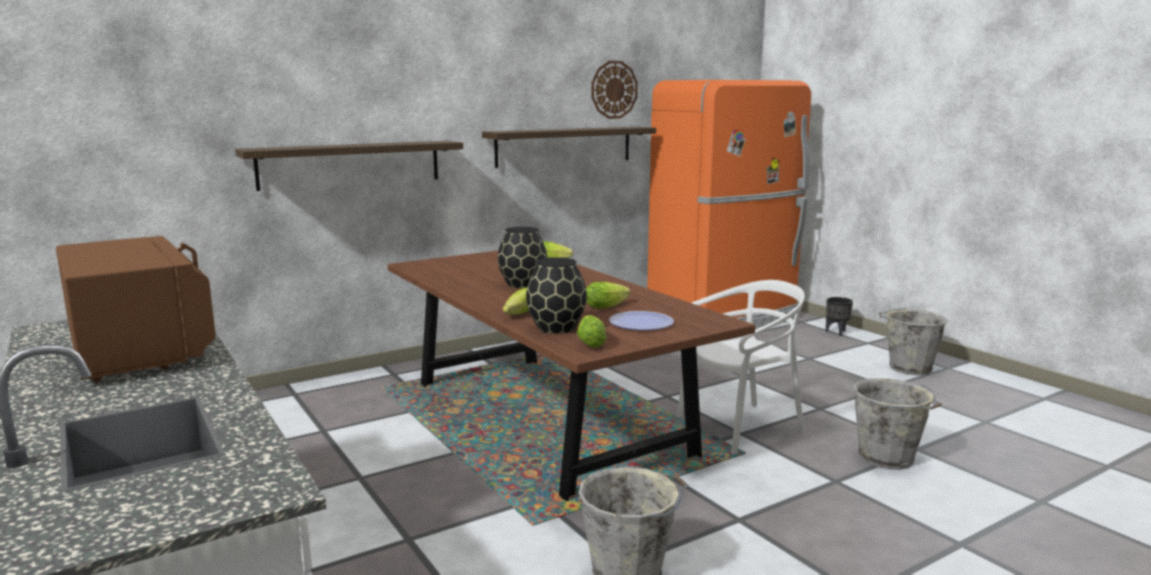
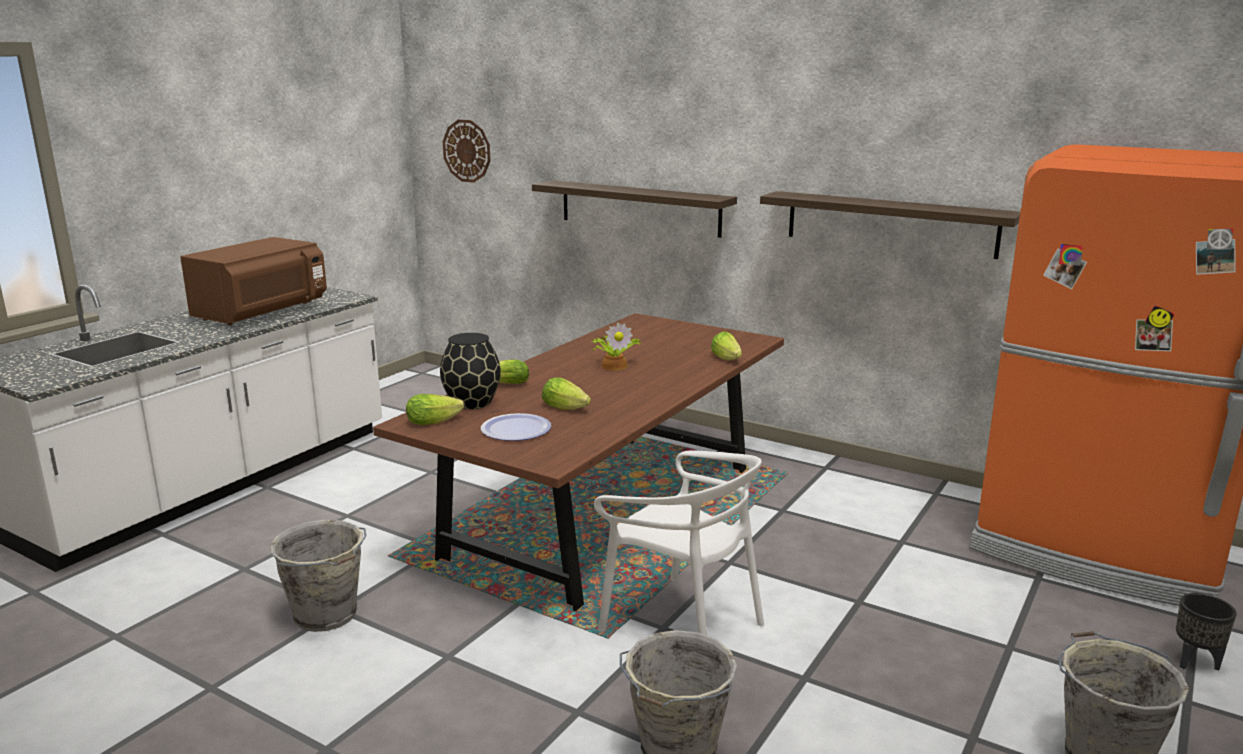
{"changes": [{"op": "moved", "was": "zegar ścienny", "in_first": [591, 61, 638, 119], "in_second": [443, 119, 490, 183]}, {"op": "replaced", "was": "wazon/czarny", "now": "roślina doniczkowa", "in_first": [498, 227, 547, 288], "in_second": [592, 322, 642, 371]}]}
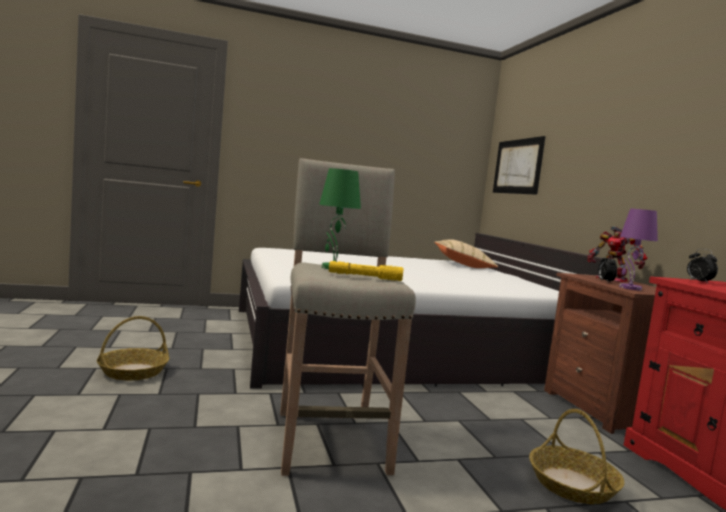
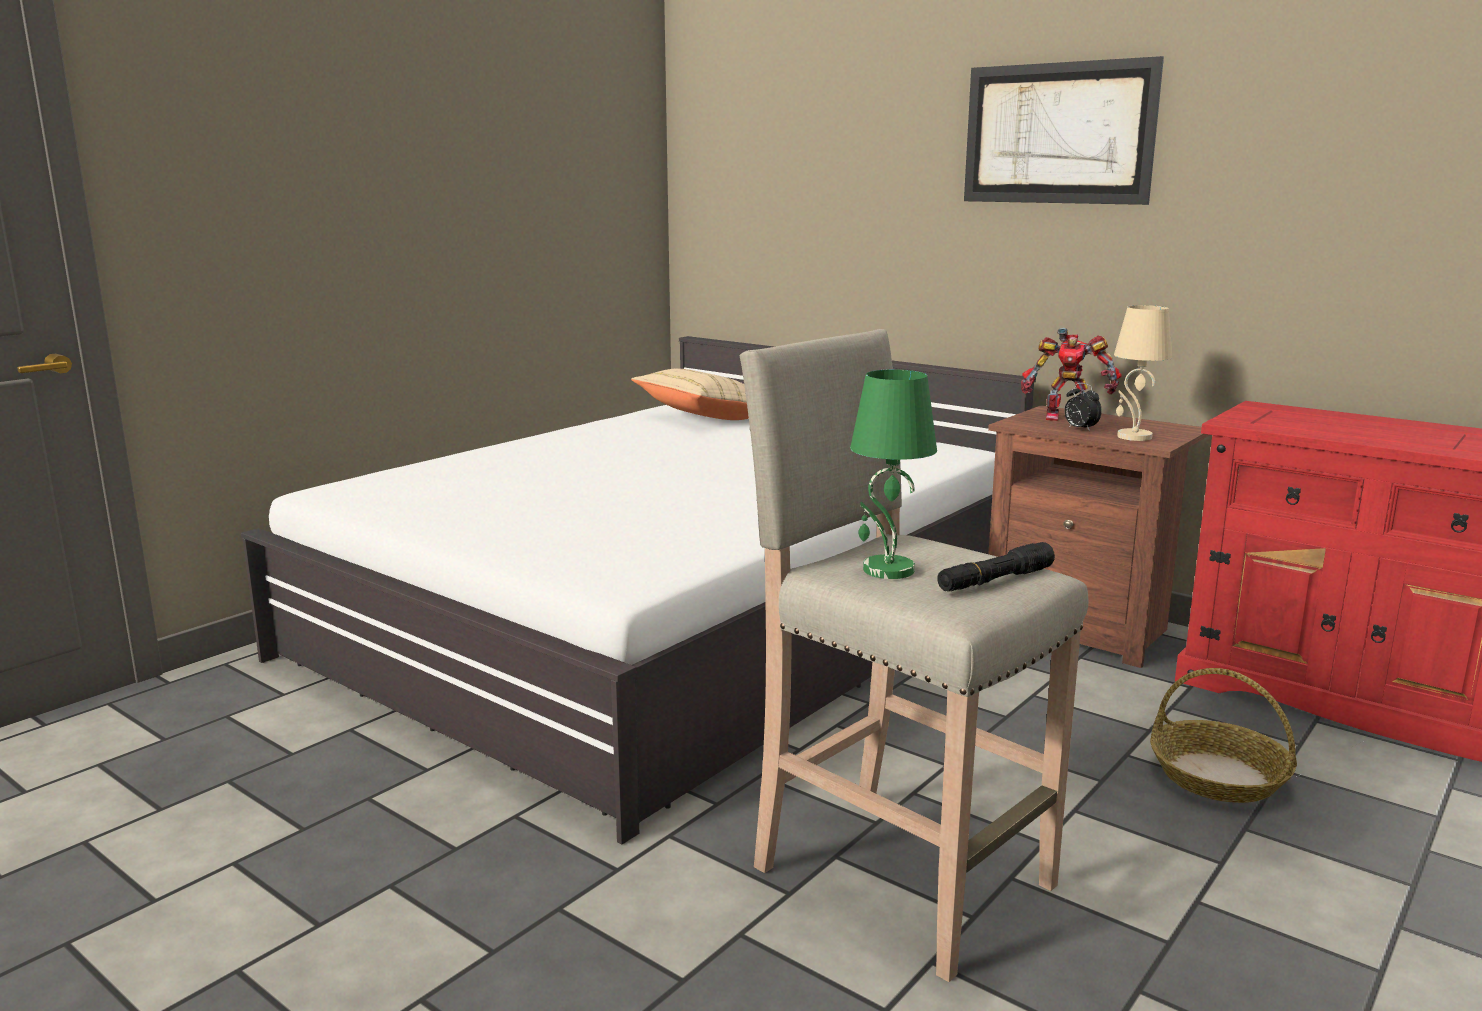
{"changes": [{"op": "moved", "was": "obraz", "in_first": [493, 136, 546, 195], "in_second": [964, 56, 1164, 205]}, {"op": "recoloured", "was": "lampa stołowa/fioletowy", "now": "lampa stołowa/beżowy", "in_first": [619, 209, 658, 290], "in_second": [1114, 305, 1173, 441]}, {"op": "removed", "was": "budzik", "in_first": [687, 249, 718, 283]}, {"op": "recoloured", "was": "latarka/żółty", "now": "latarka/czarny", "in_first": [329, 261, 403, 281], "in_second": [937, 542, 1055, 591]}, {"op": "removed", "was": "koszyk", "in_first": [97, 316, 169, 380]}]}
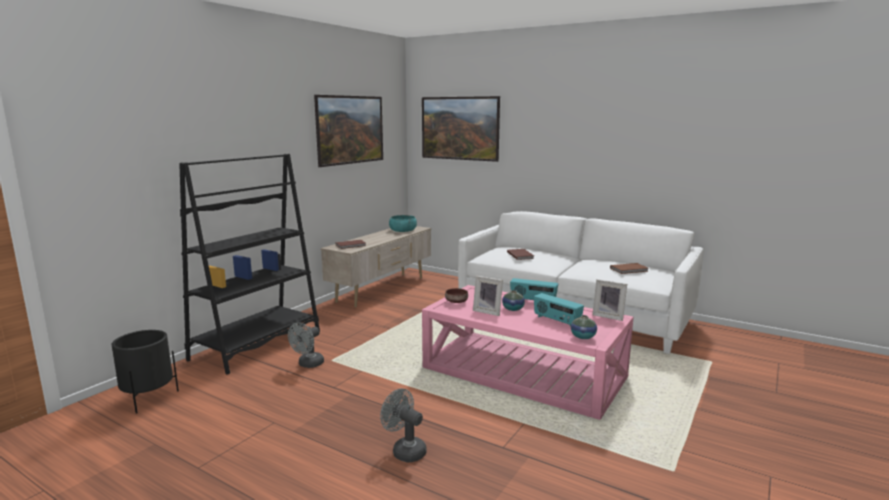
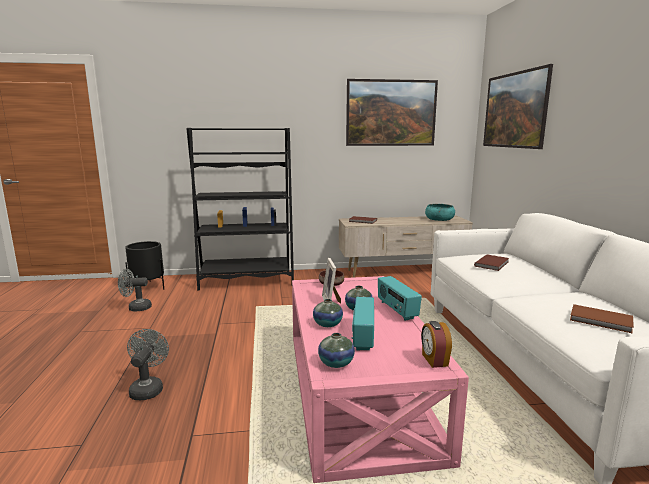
{"changes": [{"op": "replaced", "was": "ramka na zdjęcie", "now": "budzik", "in_first": [592, 279, 627, 321], "in_second": [421, 321, 452, 368]}, {"op": "moved", "was": "wentylator/szary", "in_first": [288, 322, 324, 368], "in_second": [118, 269, 152, 311]}, {"op": "added", "now": "wazon", "in_second": [313, 299, 343, 327]}]}
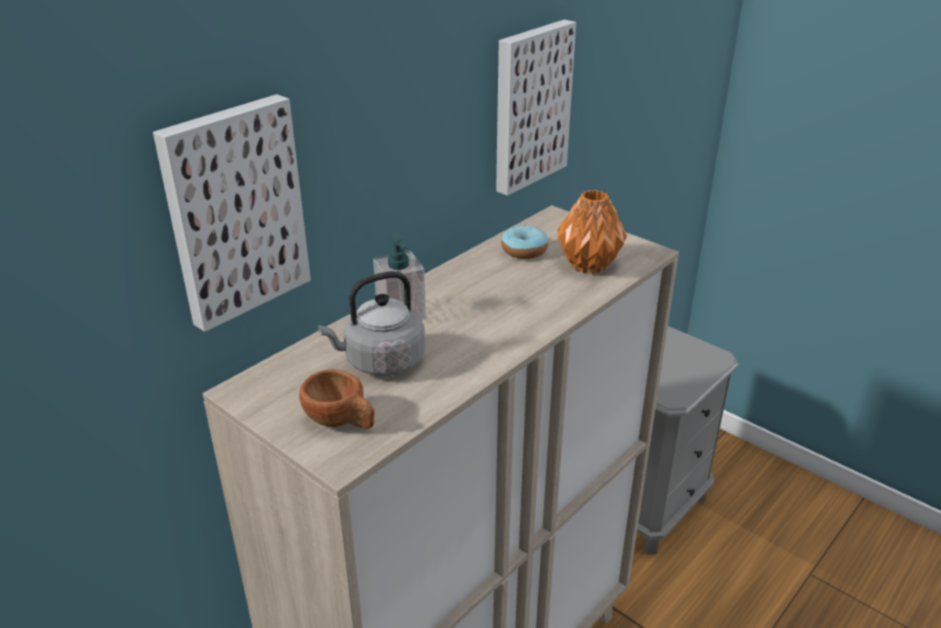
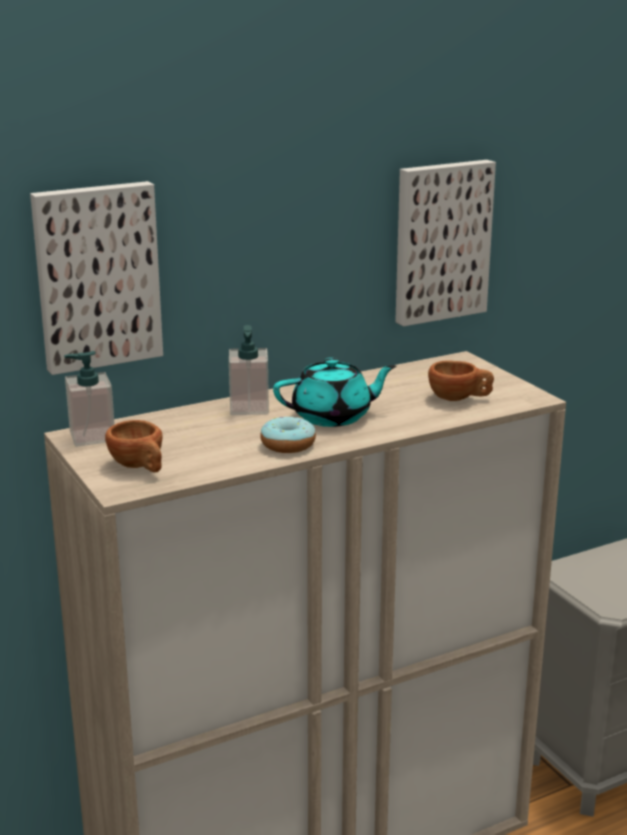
{"changes": [{"op": "replaced", "was": "wazon/pomarańczowy", "now": "filiżanka/brązowy", "in_first": [557, 190, 627, 274], "in_second": [428, 360, 494, 401]}, {"op": "moved", "was": "donut", "in_first": [501, 225, 548, 259], "in_second": [260, 417, 316, 453]}, {"op": "removed", "was": "czajnik/szary", "in_first": [318, 271, 425, 376]}, {"op": "added", "now": "dozownik mydła", "in_second": [64, 351, 115, 447]}, {"op": "added", "now": "imbryk/turkusowy", "in_second": [273, 358, 396, 427]}]}
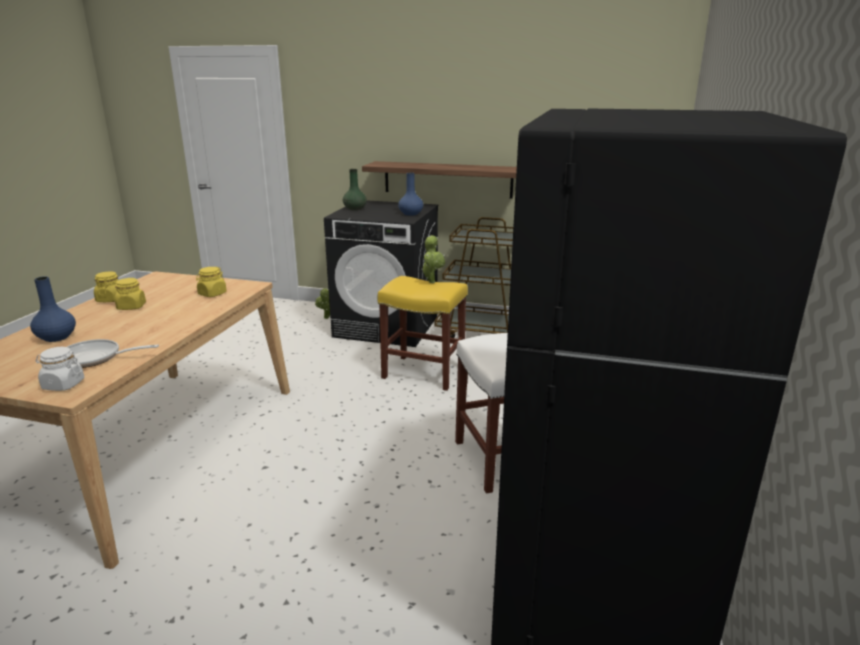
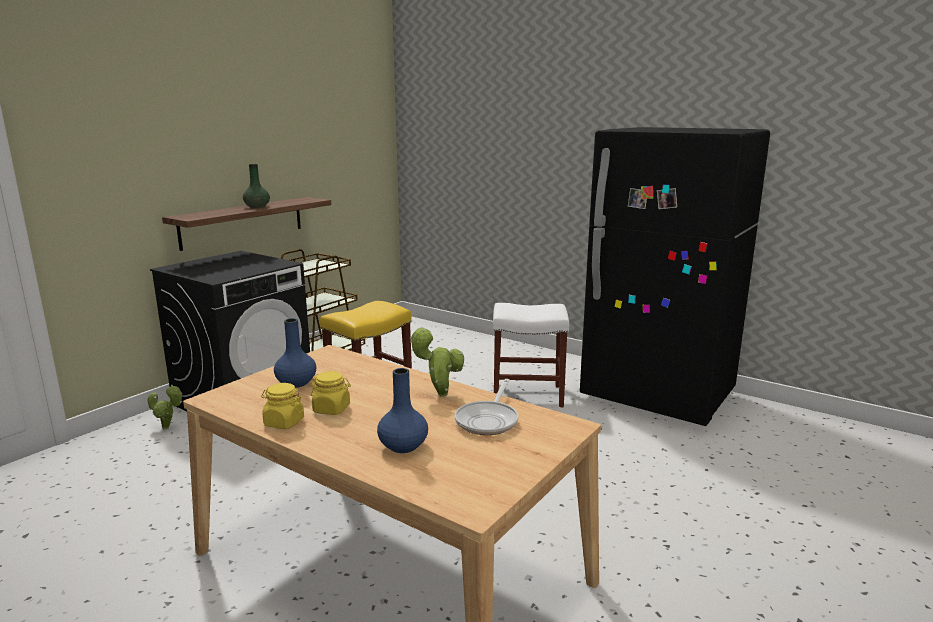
{"changes": [{"op": "moved", "was": "wazon/zielony", "in_first": [343, 169, 367, 210], "in_second": [243, 164, 270, 208]}, {"op": "moved", "was": "wazon/niebieski", "in_first": [398, 172, 423, 216], "in_second": [274, 318, 317, 388]}, {"op": "moved", "was": "roślina doniczkowa", "in_first": [421, 235, 445, 283], "in_second": [410, 327, 464, 397]}, {"op": "removed", "was": "słoik/żółty", "in_first": [196, 267, 227, 297]}, {"op": "removed", "was": "słoik/biały", "in_first": [36, 347, 85, 391]}]}
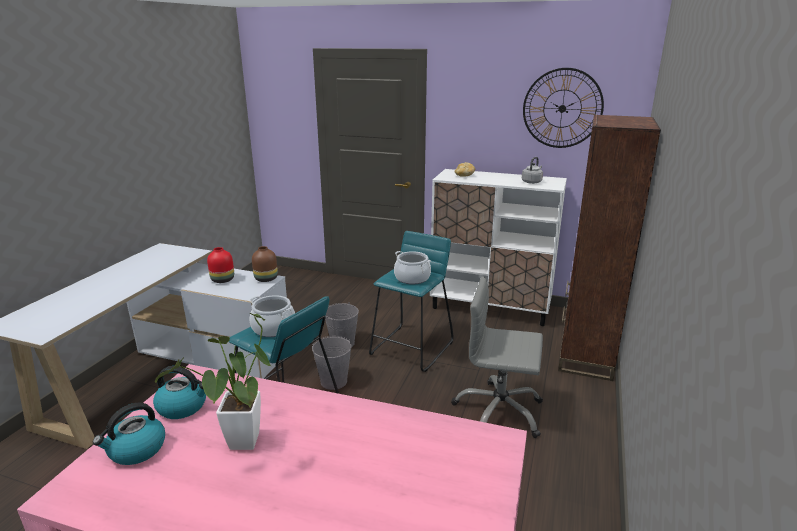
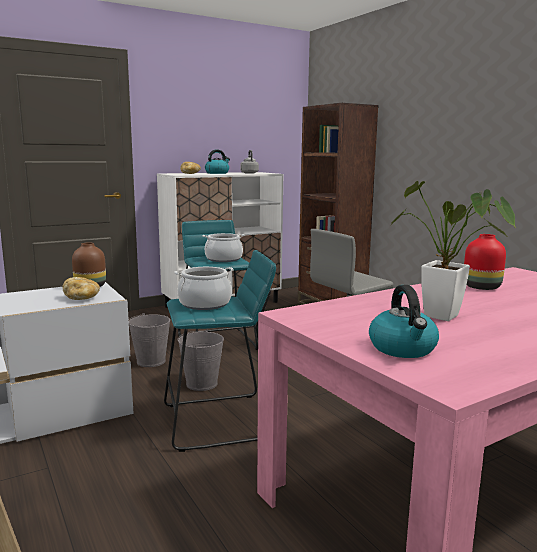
{"changes": [{"op": "removed", "was": "zegar ścienny", "in_first": [523, 68, 604, 148]}, {"op": "moved", "was": "wazon/czerwony", "in_first": [207, 247, 234, 283], "in_second": [464, 234, 506, 290]}, {"op": "moved", "was": "czajnik", "in_first": [153, 366, 206, 419], "in_second": [205, 150, 230, 174]}, {"op": "added", "now": "chleb", "in_second": [62, 277, 100, 300]}]}
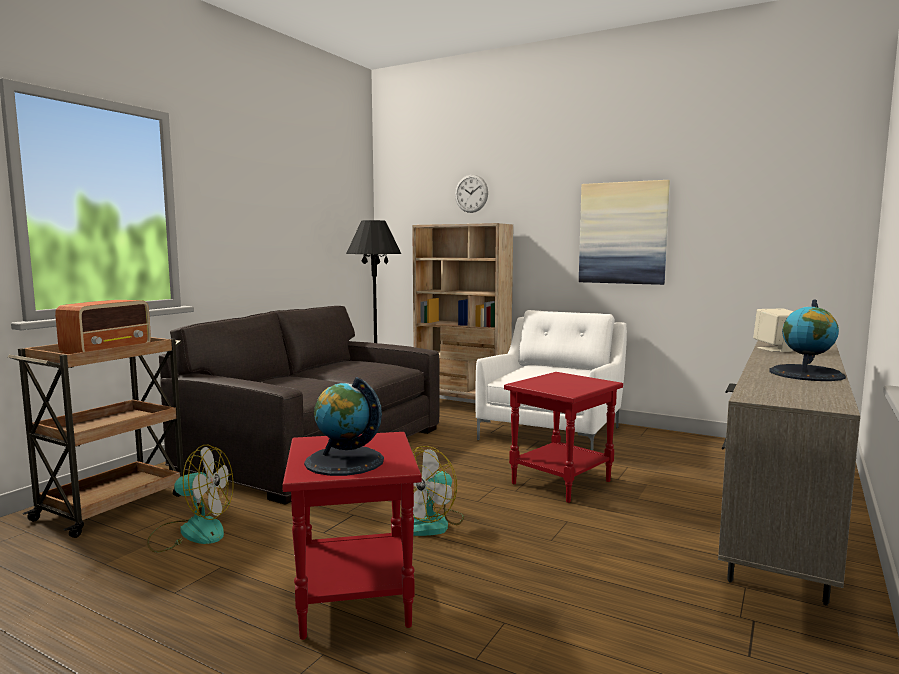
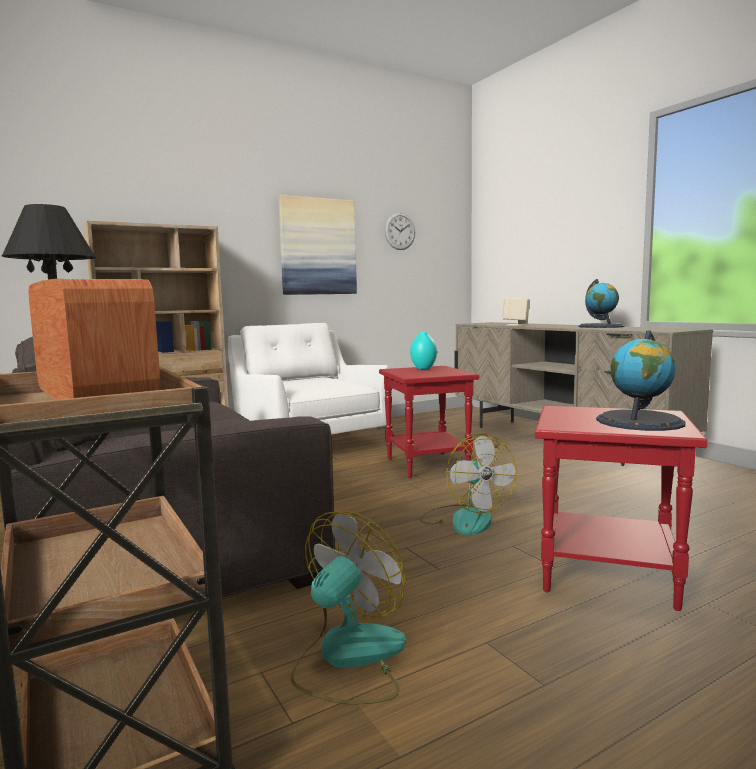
{"changes": [{"op": "moved", "was": "zegar ścienny", "in_first": [455, 175, 488, 213], "in_second": [384, 213, 415, 250]}, {"op": "added", "now": "wazon/turkusowy", "in_second": [410, 332, 437, 369]}]}
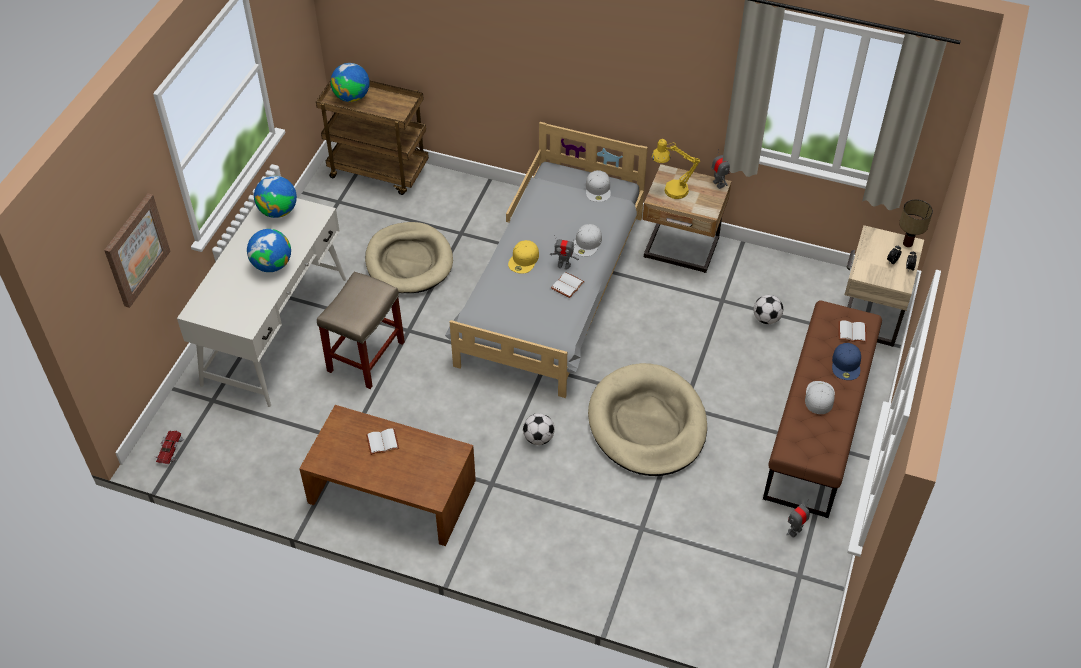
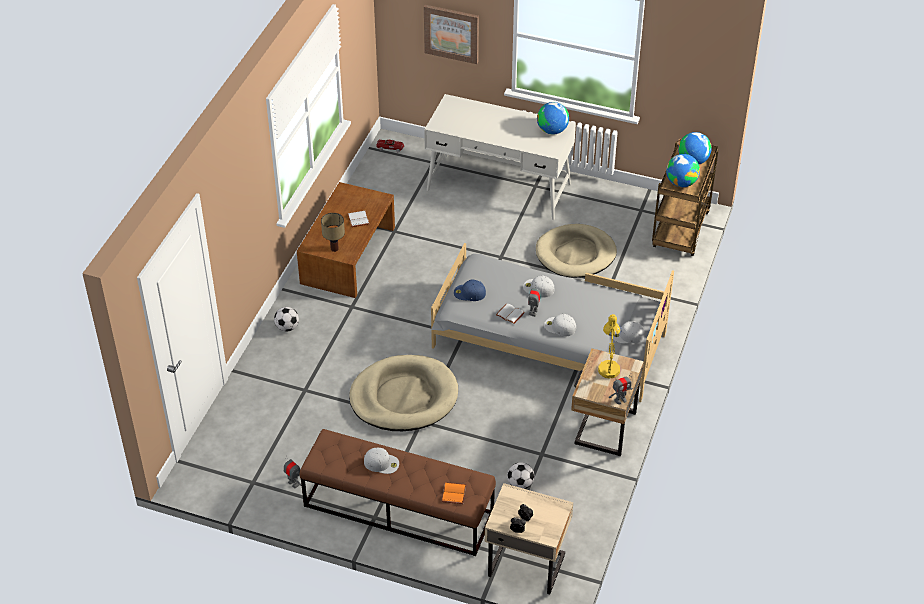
{"changes": [{"op": "moved", "was": "lampa stołowa", "in_first": [899, 199, 933, 247], "in_second": [321, 213, 345, 252]}, {"op": "moved", "was": "globus", "in_first": [247, 229, 291, 272], "in_second": [666, 154, 700, 187]}, {"op": "recoloured", "was": "czapka z daszkiem/żółty", "now": "czapka z daszkiem/biały", "in_first": [508, 240, 539, 274], "in_second": [523, 275, 554, 297]}, {"op": "removed", "was": "stołek/beżowy", "in_first": [317, 272, 405, 389]}, {"op": "recoloured", "was": "książka/biały", "now": "książka/pomarańczowy", "in_first": [838, 321, 867, 342], "in_second": [442, 482, 466, 504]}, {"op": "moved", "was": "czapka z daszkiem/niebieski", "in_first": [832, 343, 861, 380], "in_second": [454, 280, 486, 301]}, {"op": "moved", "was": "piłka futbolowa", "in_first": [523, 413, 555, 445], "in_second": [274, 307, 299, 332]}]}
